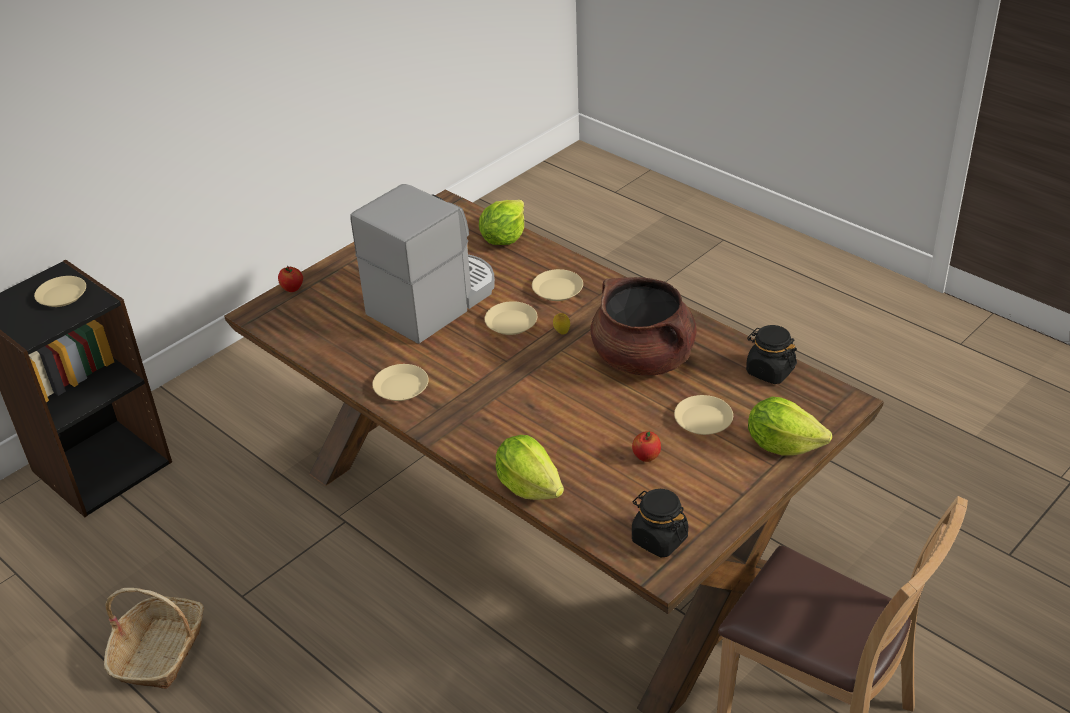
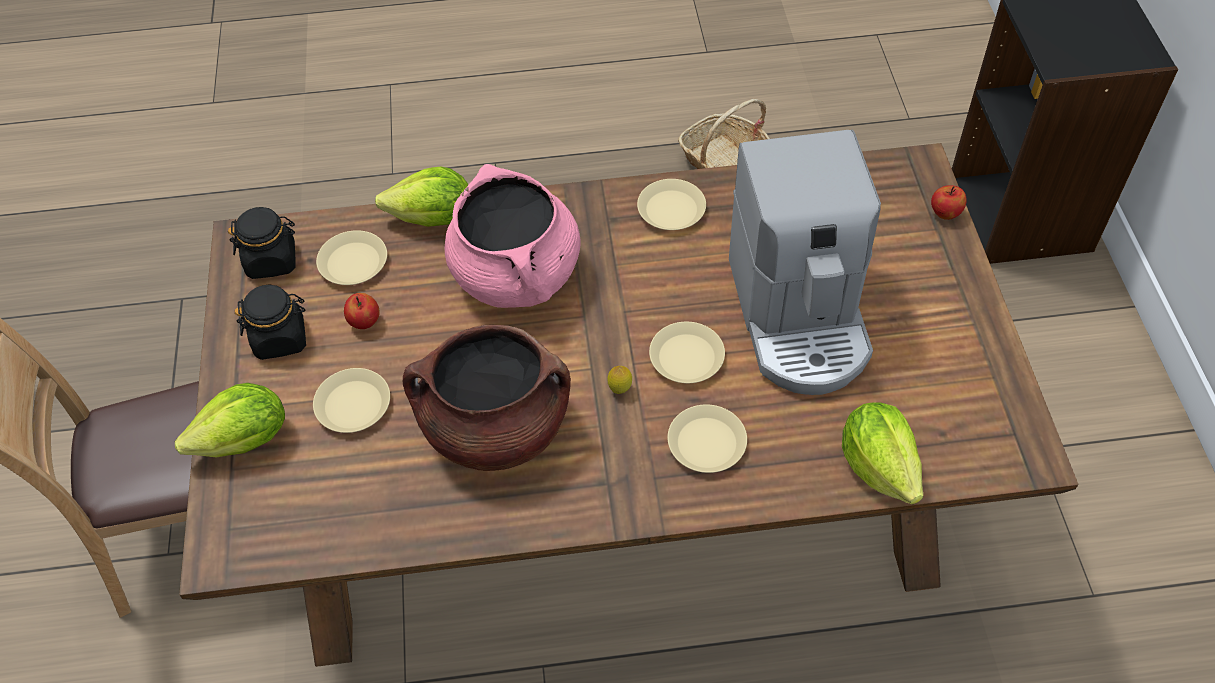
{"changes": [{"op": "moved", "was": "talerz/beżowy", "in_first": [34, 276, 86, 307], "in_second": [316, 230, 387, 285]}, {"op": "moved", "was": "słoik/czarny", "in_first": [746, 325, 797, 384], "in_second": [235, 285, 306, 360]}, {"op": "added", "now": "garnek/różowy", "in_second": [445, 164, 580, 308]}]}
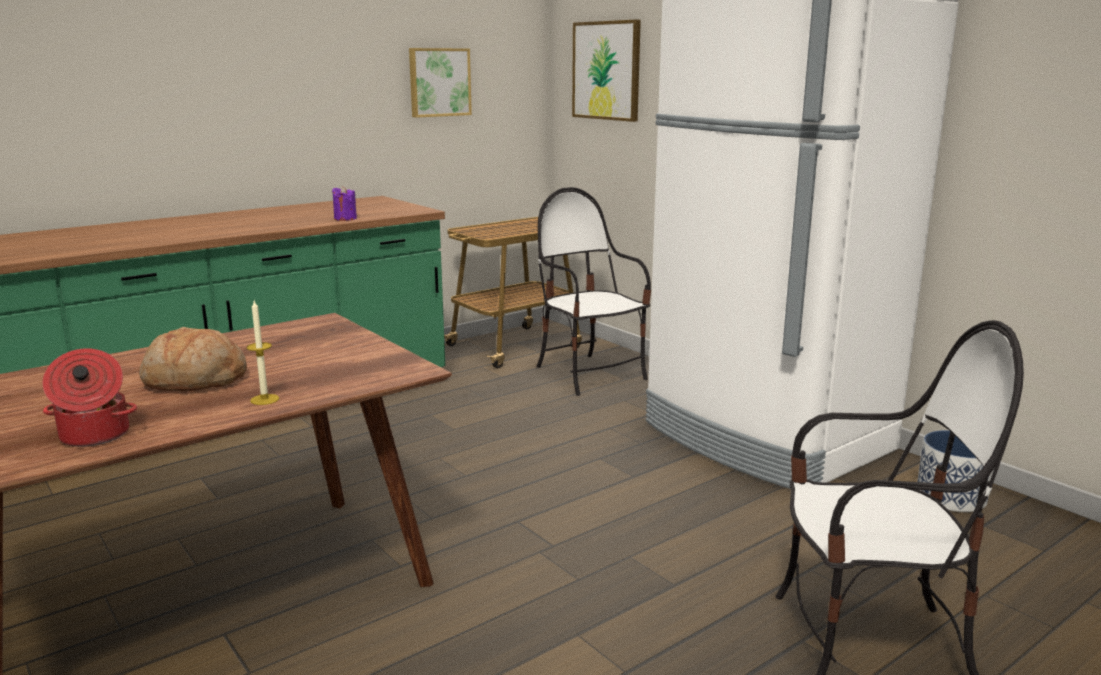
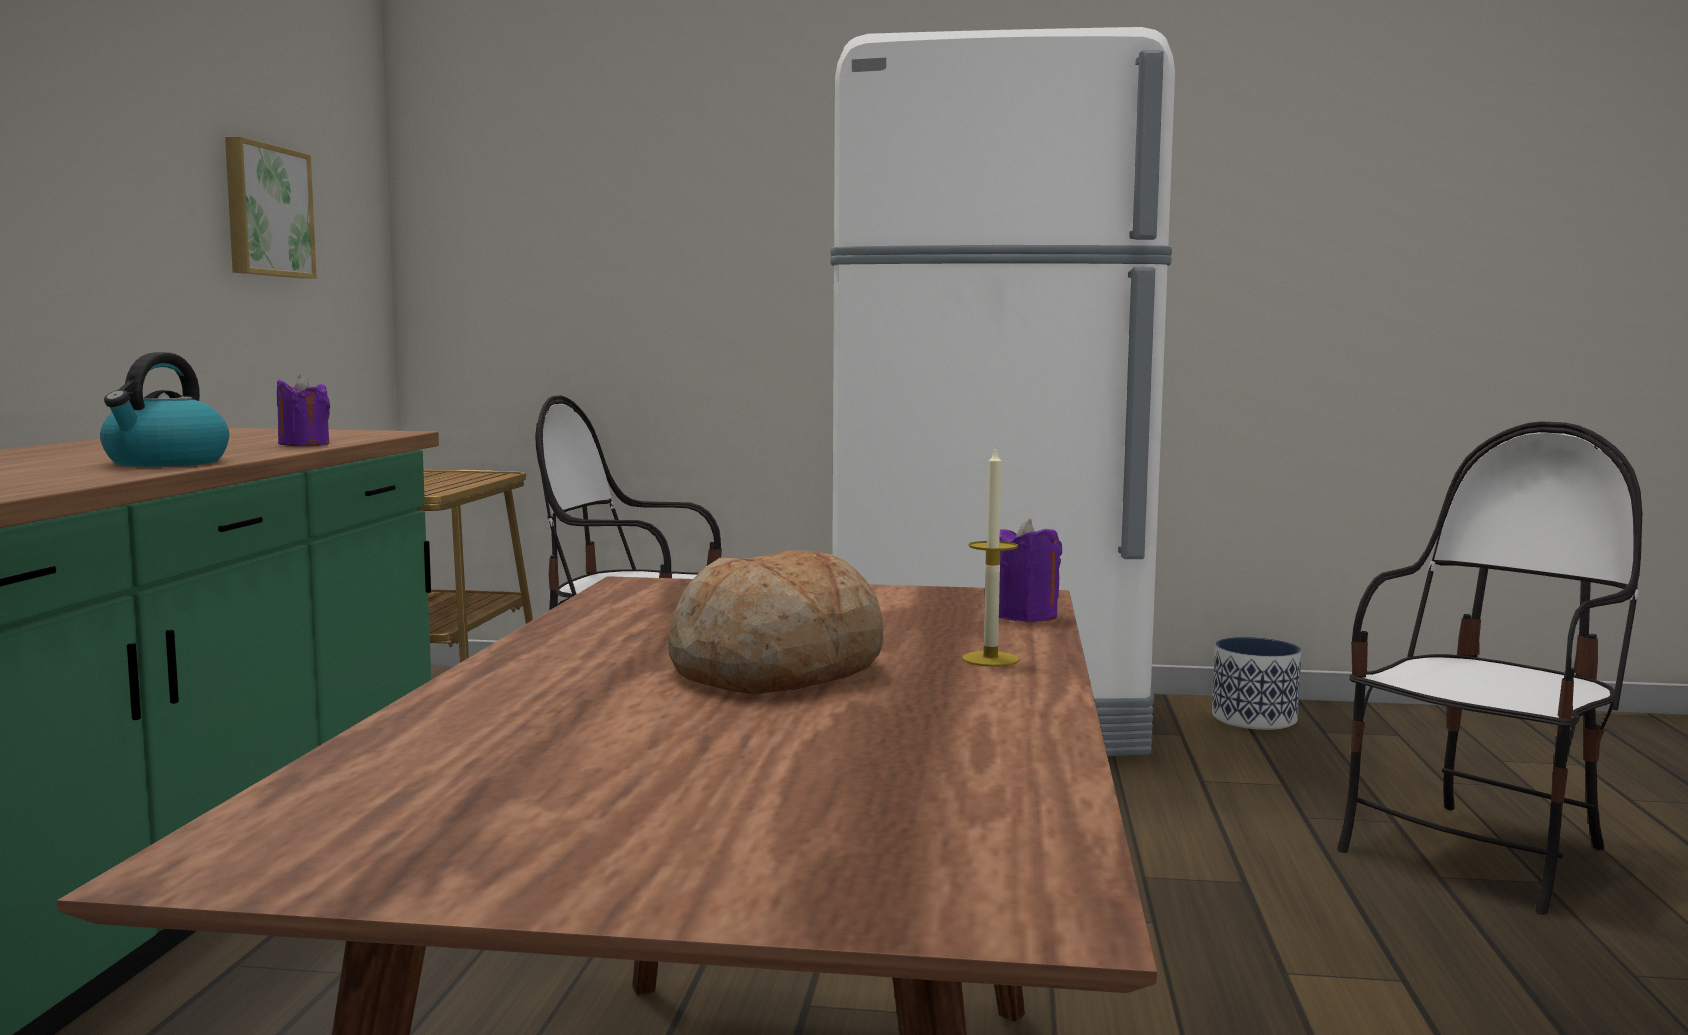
{"changes": [{"op": "removed", "was": "obraz", "in_first": [572, 20, 641, 122]}, {"op": "removed", "was": "garnek", "in_first": [43, 348, 137, 447]}, {"op": "added", "now": "czajnik", "in_second": [100, 352, 229, 467]}, {"op": "added", "now": "świeca/fioletowy", "in_second": [999, 518, 1062, 622]}]}
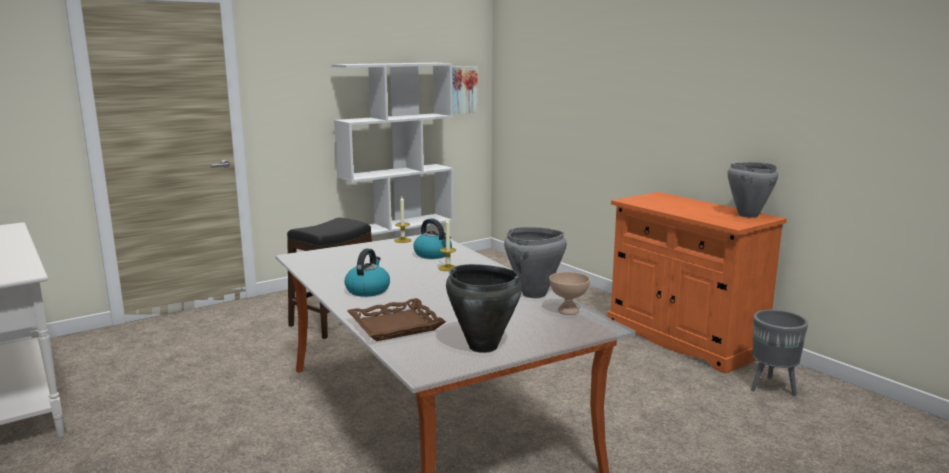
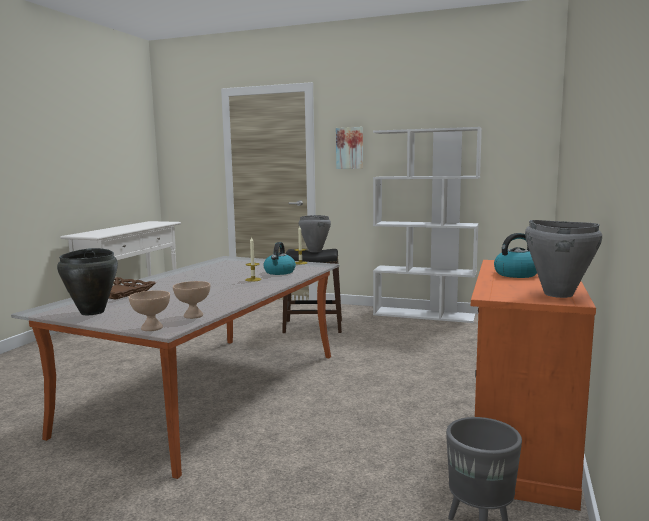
{"changes": [{"op": "moved", "was": "obraz", "in_first": [452, 66, 478, 114], "in_second": [336, 127, 363, 169]}, {"op": "moved", "was": "garnek/szary", "in_first": [504, 227, 567, 298], "in_second": [299, 215, 331, 252]}, {"op": "moved", "was": "czajnik", "in_first": [344, 249, 390, 297], "in_second": [494, 233, 537, 278]}, {"op": "added", "now": "miska/beżowy", "in_second": [129, 290, 170, 331]}]}
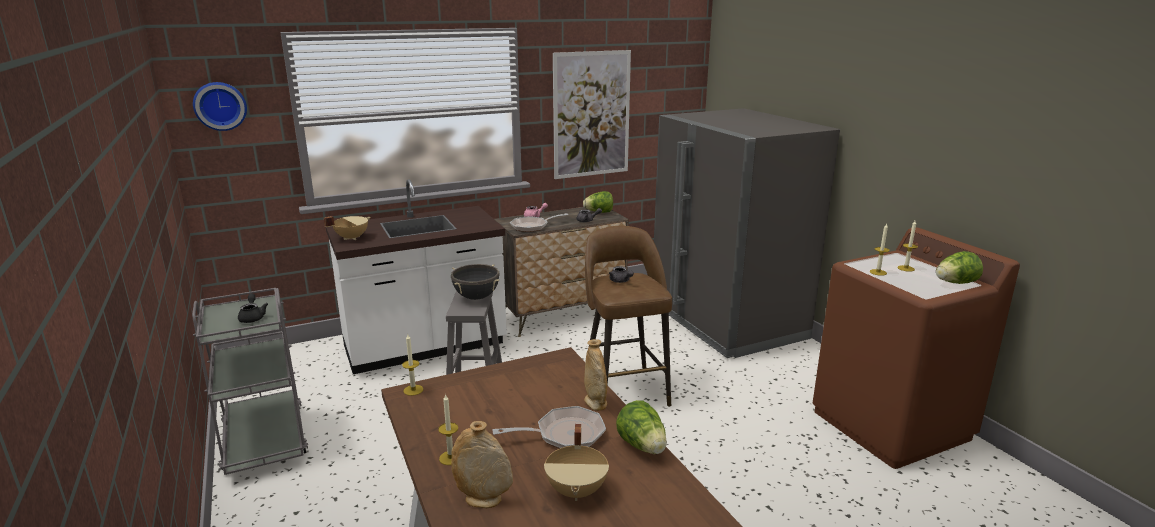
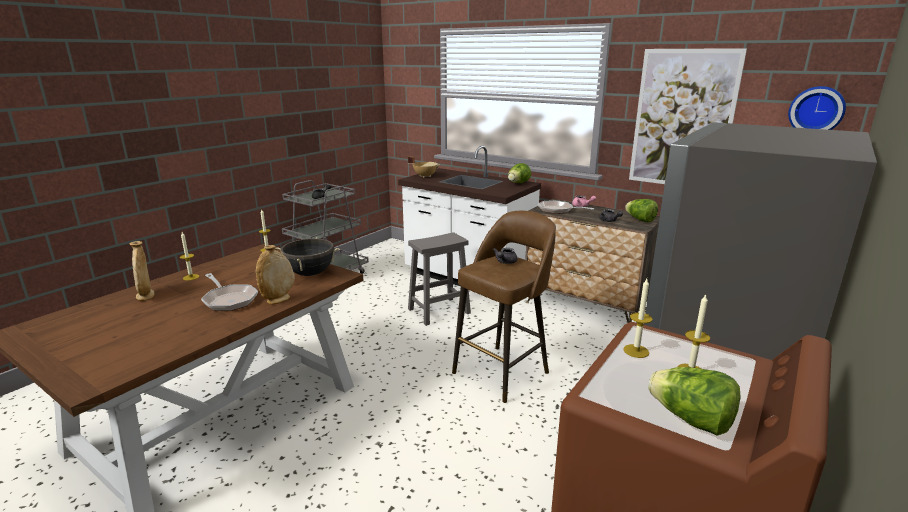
{"changes": [{"op": "moved", "was": "zegar ścienny", "in_first": [193, 82, 247, 131], "in_second": [788, 86, 846, 130]}, {"op": "moved", "was": "garnek/czarny", "in_first": [451, 264, 500, 300], "in_second": [276, 238, 340, 276]}, {"op": "moved", "was": "sałata", "in_first": [616, 400, 667, 454], "in_second": [508, 163, 531, 183]}, {"op": "removed", "was": "garnek/beżowy", "in_first": [544, 424, 609, 501]}]}
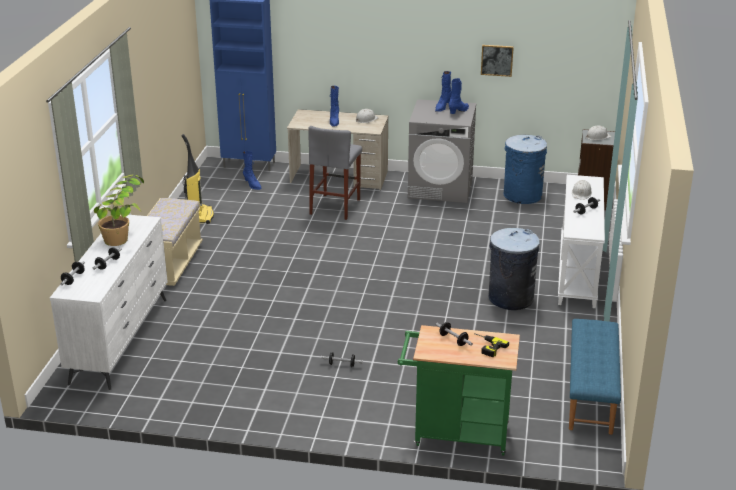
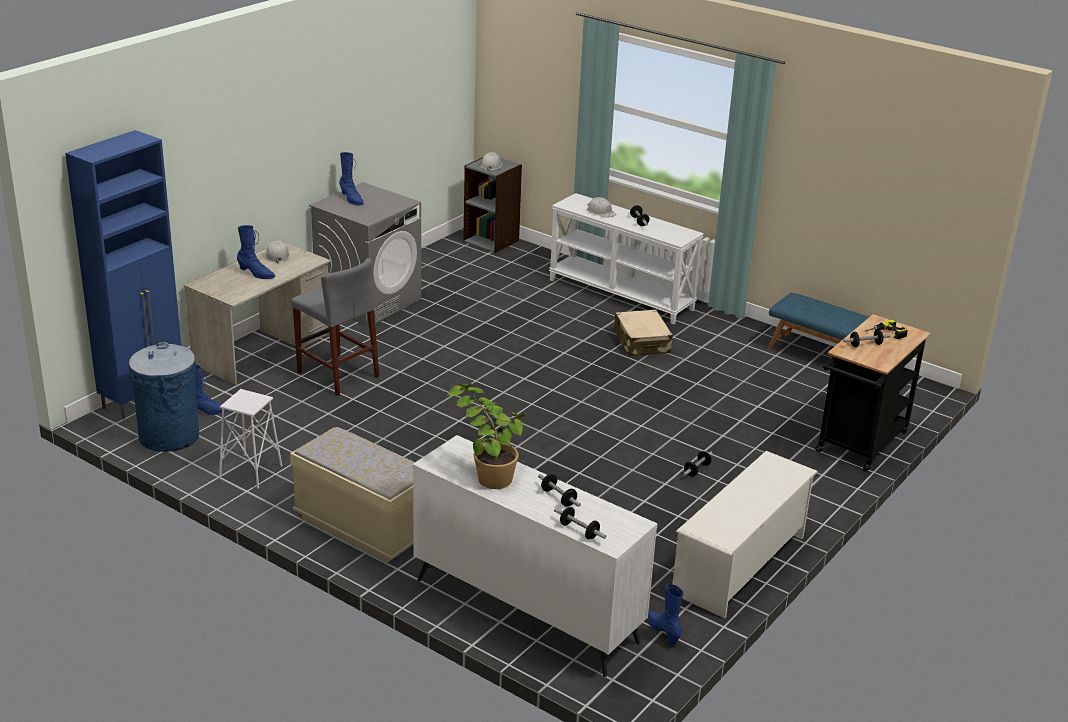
{"changes": [{"op": "removed", "was": "obraz", "in_first": [481, 45, 514, 77]}, {"op": "moved", "was": "but z cholewką/niebieski", "in_first": [449, 78, 469, 114], "in_second": [648, 583, 684, 645]}, {"op": "replaced", "was": "odkurzacz", "now": "stołek/biały", "in_first": [181, 134, 214, 224], "in_second": [219, 389, 282, 489]}, {"op": "moved", "was": "kosz na śmieci/niebieski", "in_first": [504, 135, 547, 204], "in_second": [128, 342, 199, 452]}, {"op": "replaced", "was": "kosz na śmieci/szary", "now": "walizka/beżowy", "in_first": [488, 228, 540, 310], "in_second": [614, 309, 673, 356]}, {"op": "recoloured", "was": "wózek/zielony", "now": "wózek/czarny", "in_first": [398, 325, 520, 455], "in_second": [815, 314, 930, 471]}, {"op": "added", "now": "regał na buty/biały", "in_second": [673, 451, 818, 618]}]}
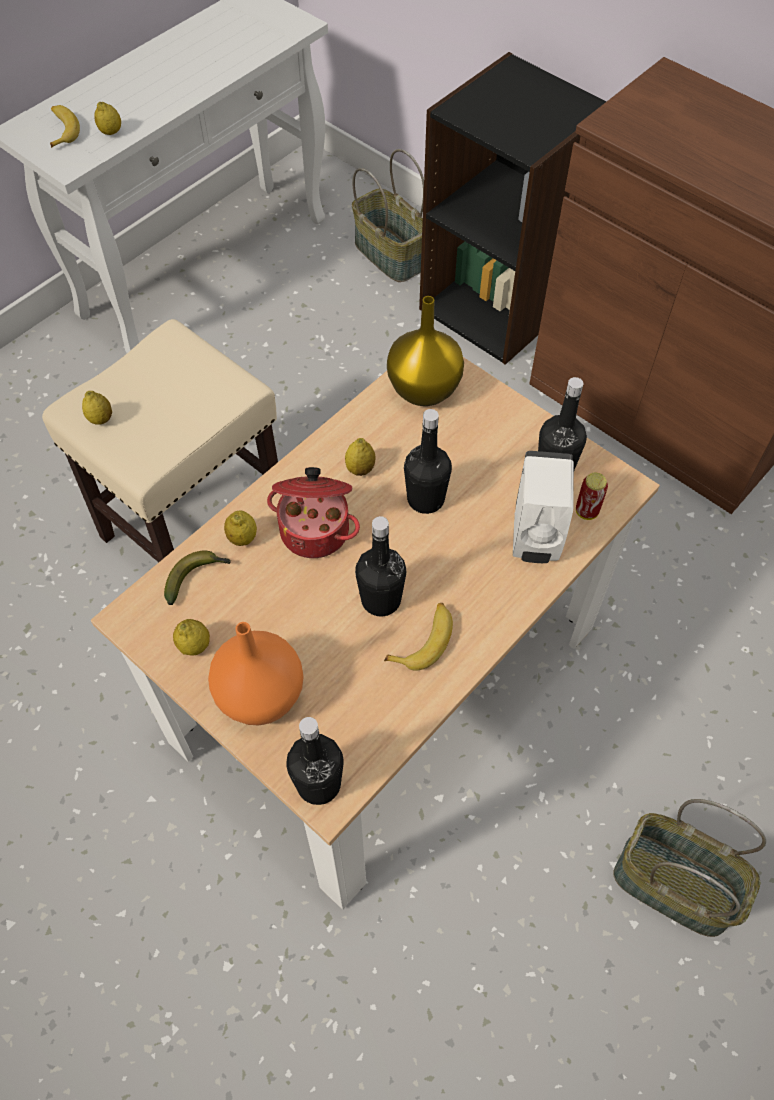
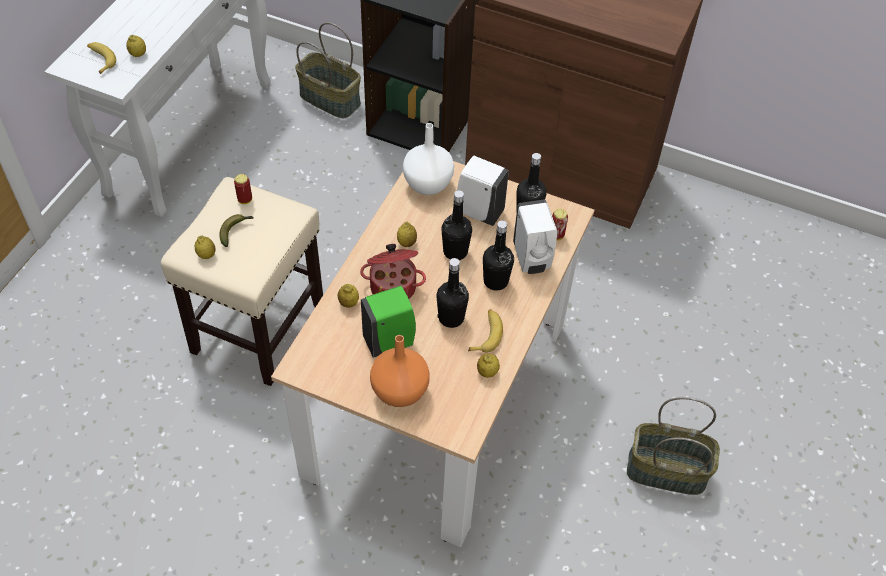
{"changes": [{"op": "recoloured", "was": "wazon/żółty", "now": "wazon/biały", "in_first": [387, 296, 464, 406], "in_second": [403, 123, 454, 195]}, {"op": "moved", "was": "banan", "in_first": [164, 550, 231, 605], "in_second": [219, 214, 253, 247]}, {"op": "moved", "was": "cytryna", "in_first": [173, 619, 210, 656], "in_second": [477, 354, 500, 378]}, {"op": "moved", "was": "butelka/czarny", "in_first": [287, 717, 344, 805], "in_second": [483, 221, 514, 291]}, {"op": "added", "now": "dozownik mydła/biały", "in_second": [457, 156, 509, 226]}, {"op": "added", "now": "puszka", "in_second": [234, 174, 252, 204]}, {"op": "added", "now": "dozownik mydła/zielony", "in_second": [361, 286, 416, 358]}]}
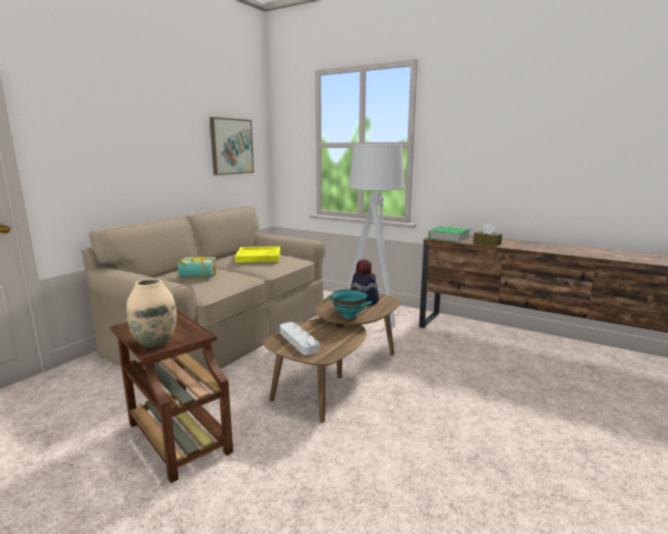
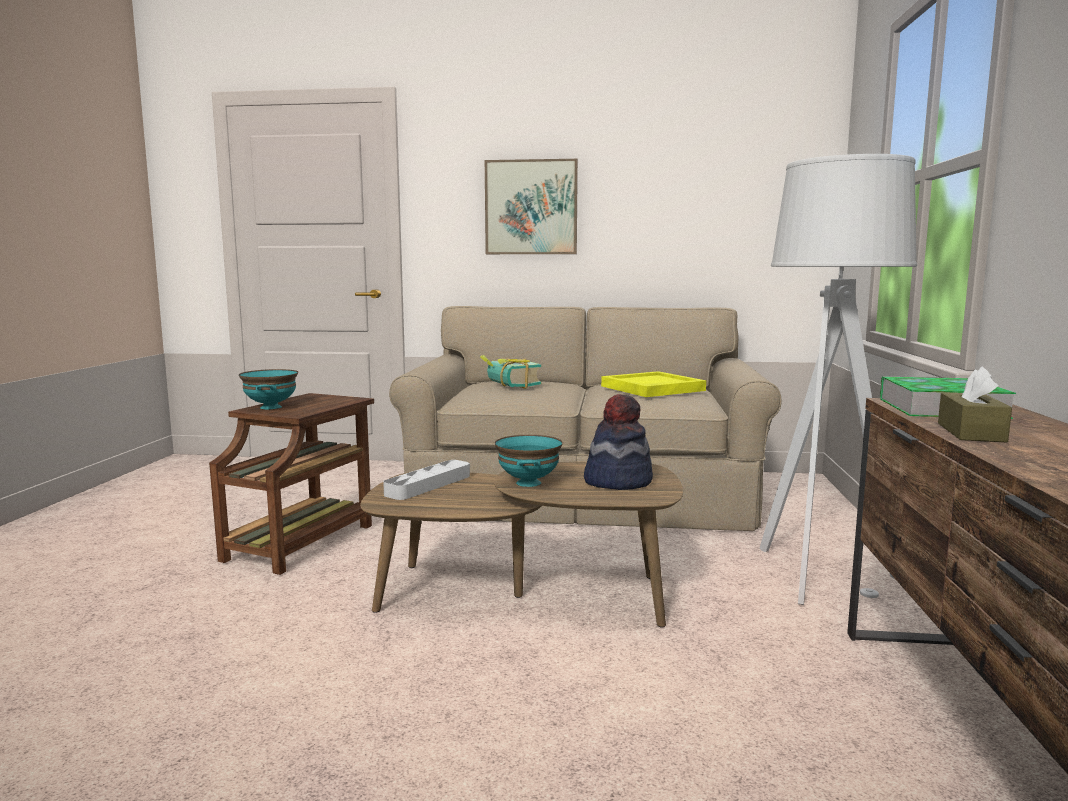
{"changes": [{"op": "moved", "was": "obraz", "in_first": [210, 117, 254, 175], "in_second": [485, 159, 578, 254]}, {"op": "replaced", "was": "wazon/beżowy", "now": "miska/turkusowy", "in_first": [127, 278, 177, 348], "in_second": [239, 369, 298, 410]}]}
